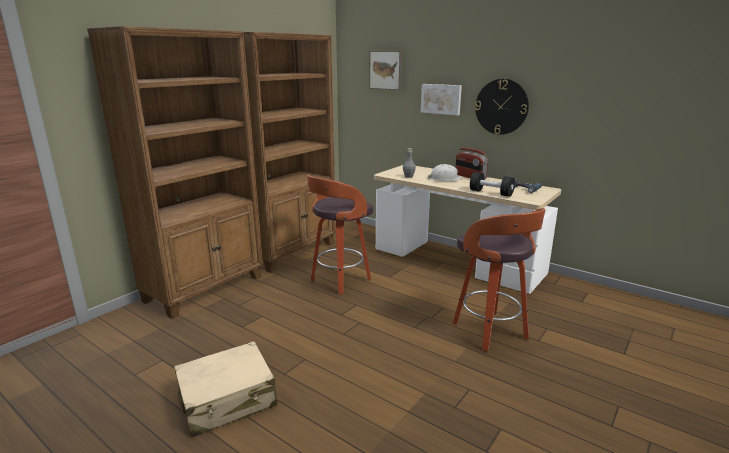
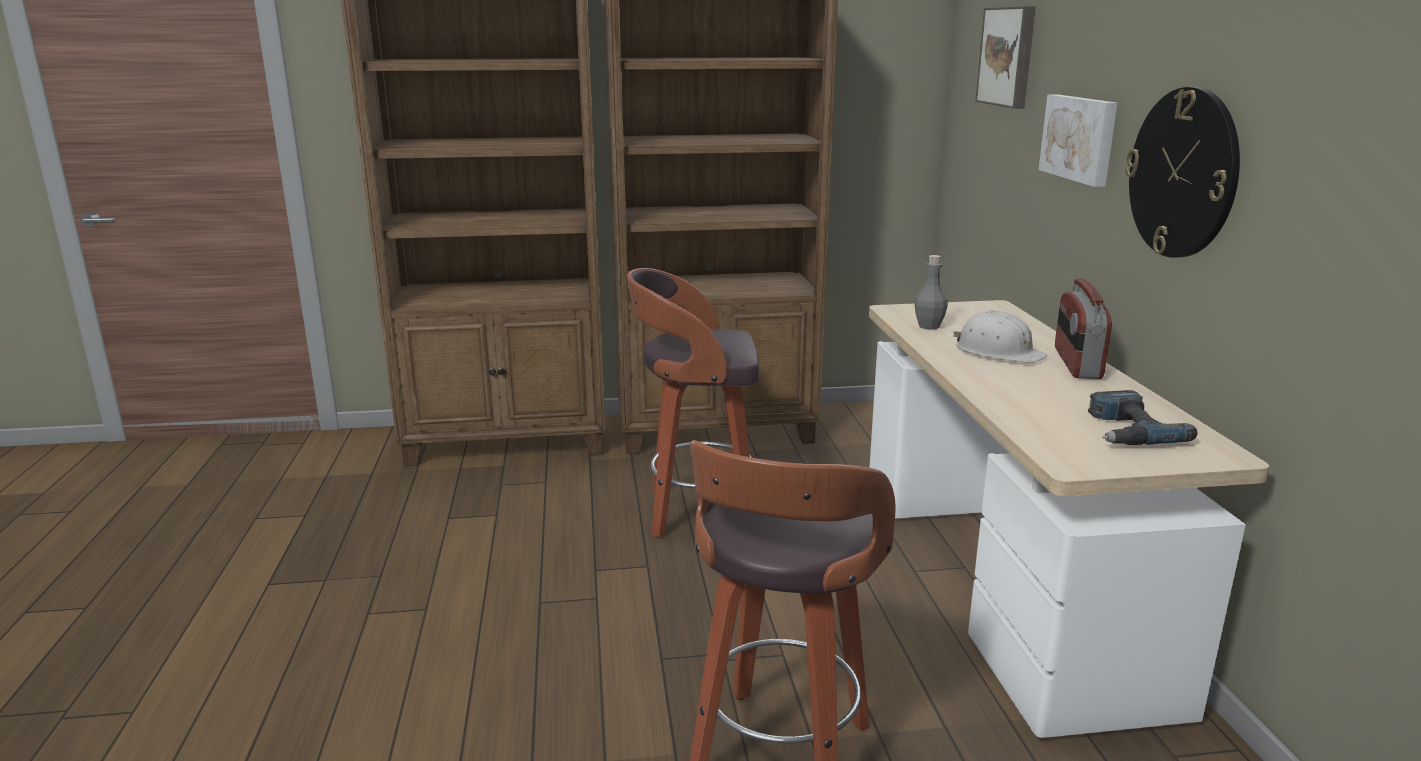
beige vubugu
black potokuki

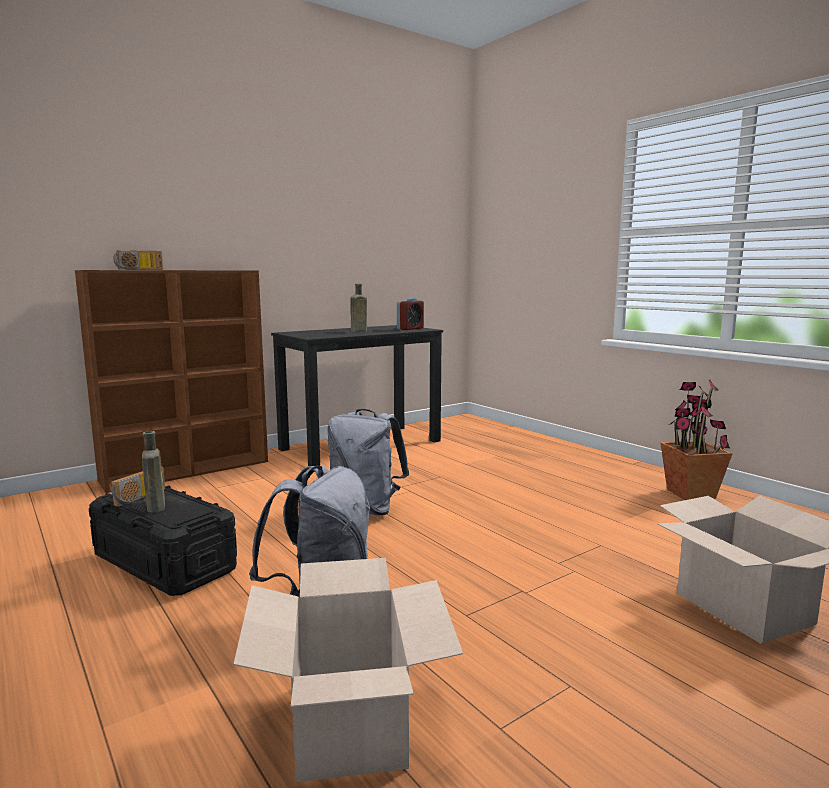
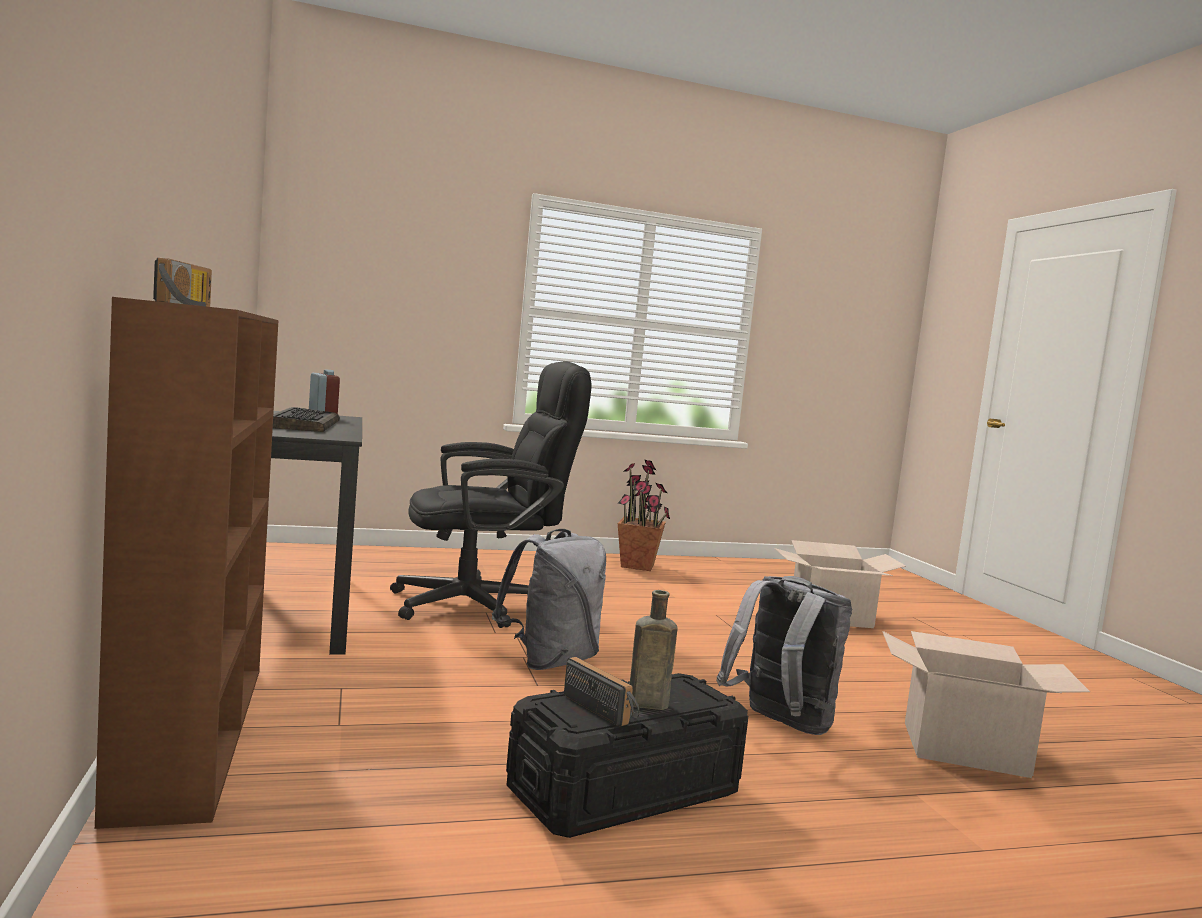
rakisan
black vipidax

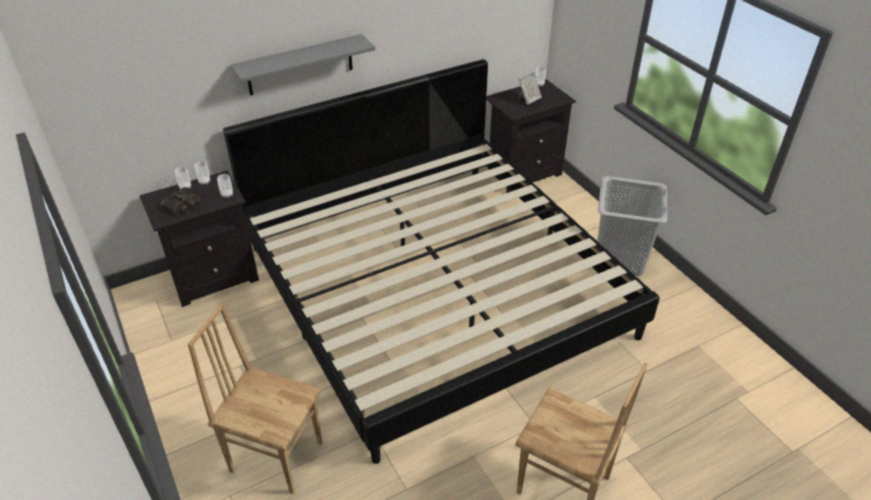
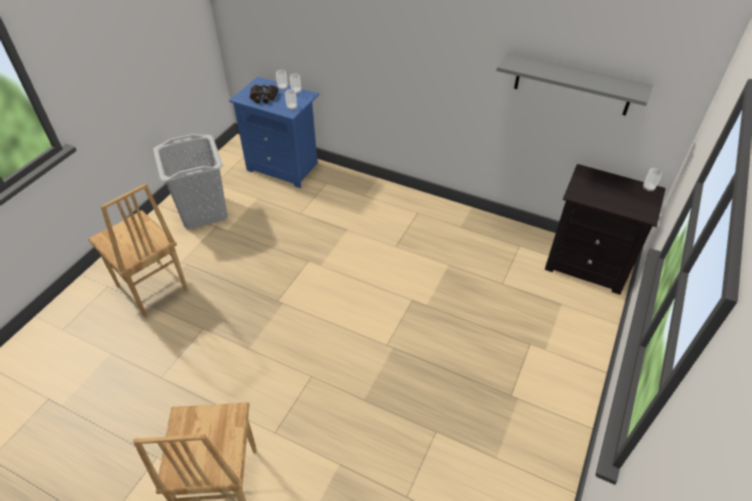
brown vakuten (1st from left)
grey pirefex
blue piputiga
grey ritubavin
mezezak
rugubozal

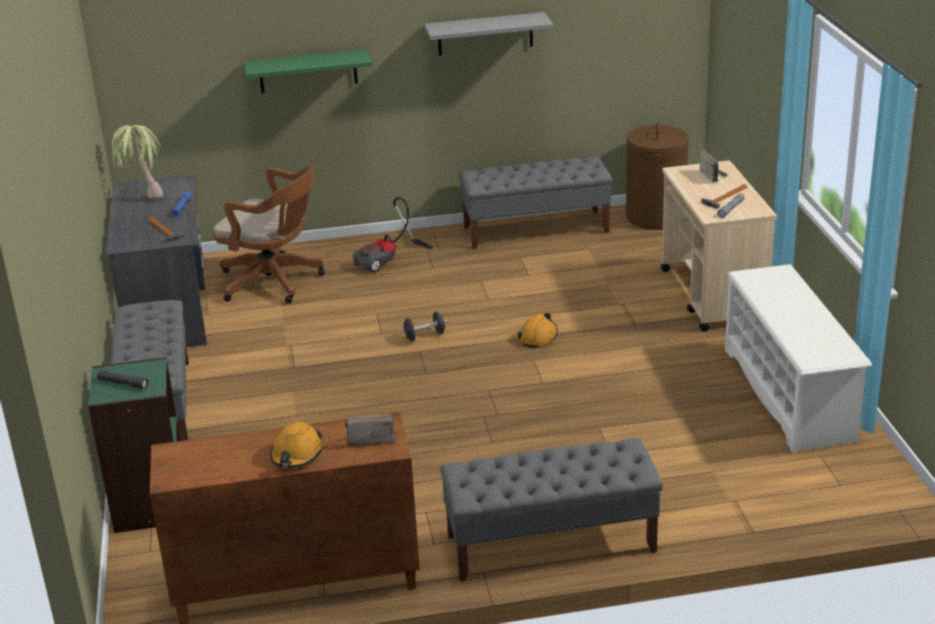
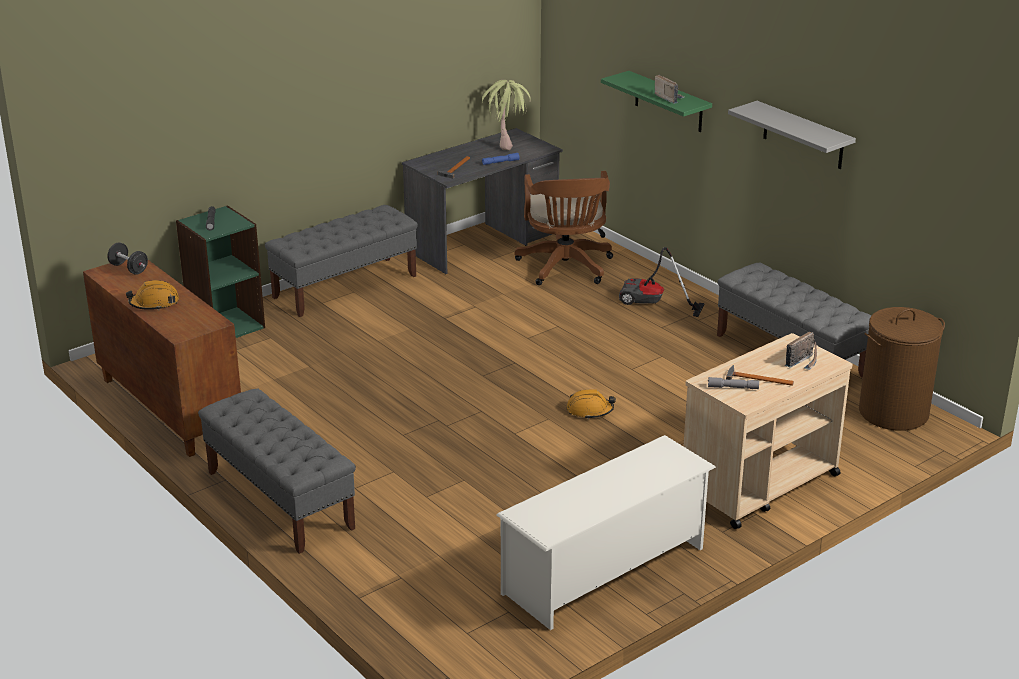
black potokuki
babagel (1st from left)

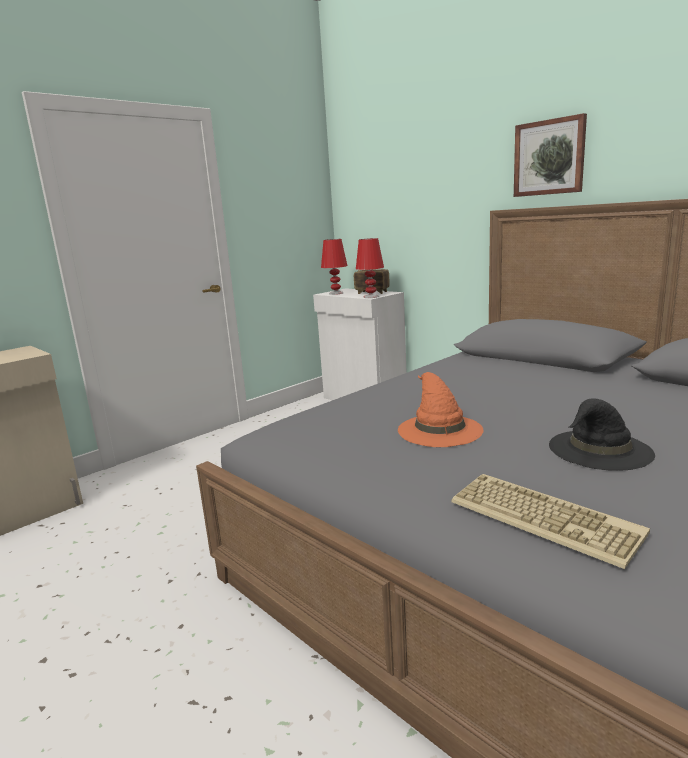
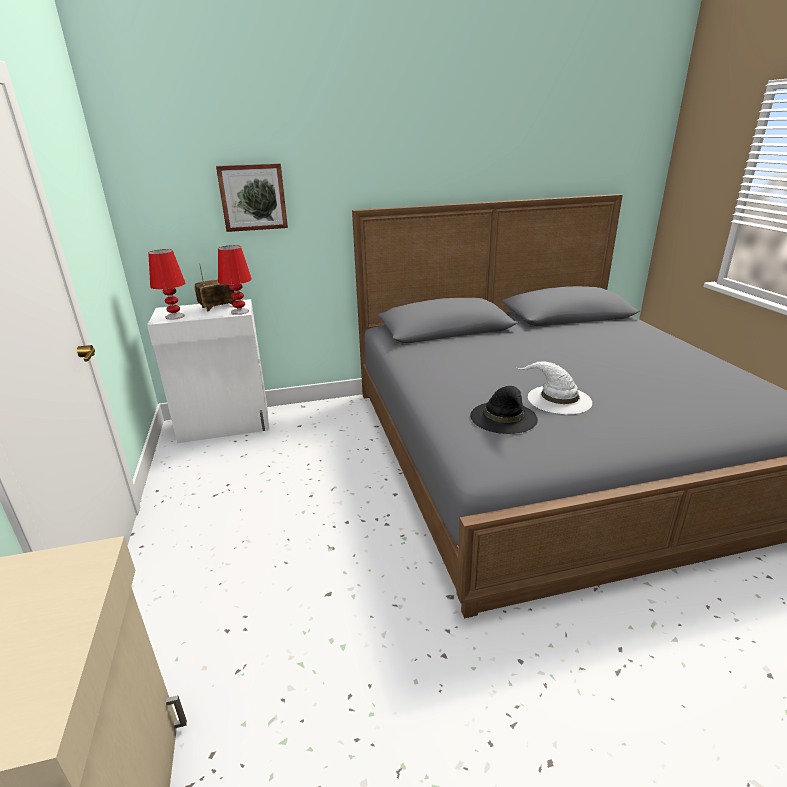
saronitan
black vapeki
white vapeki
rakisan

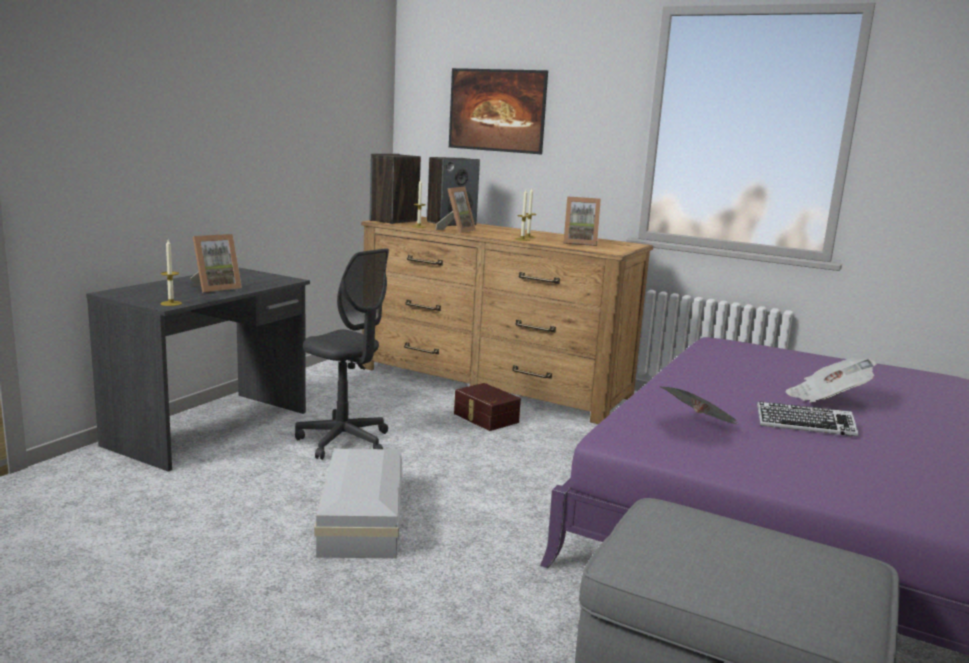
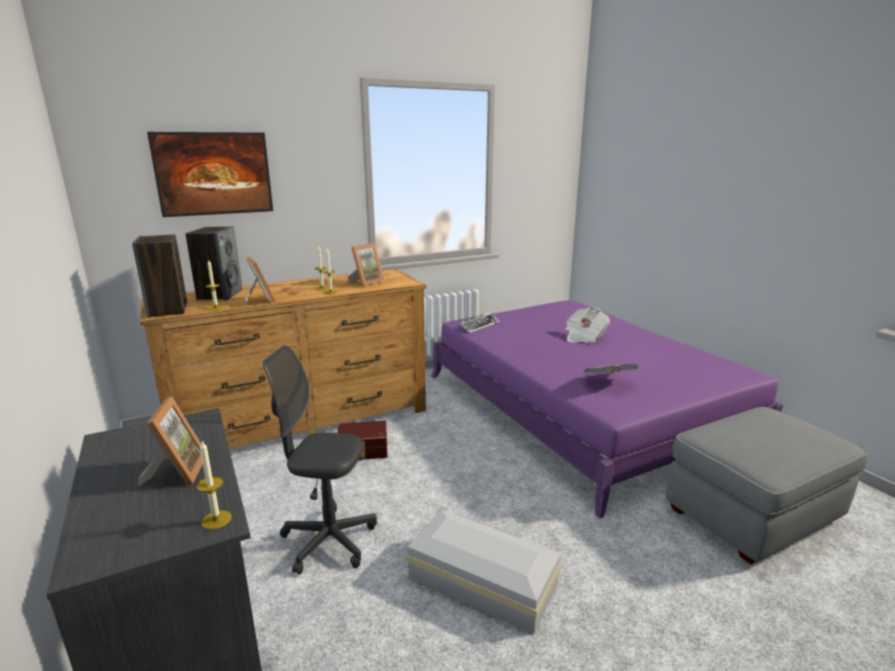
grey vipidax
rakisan

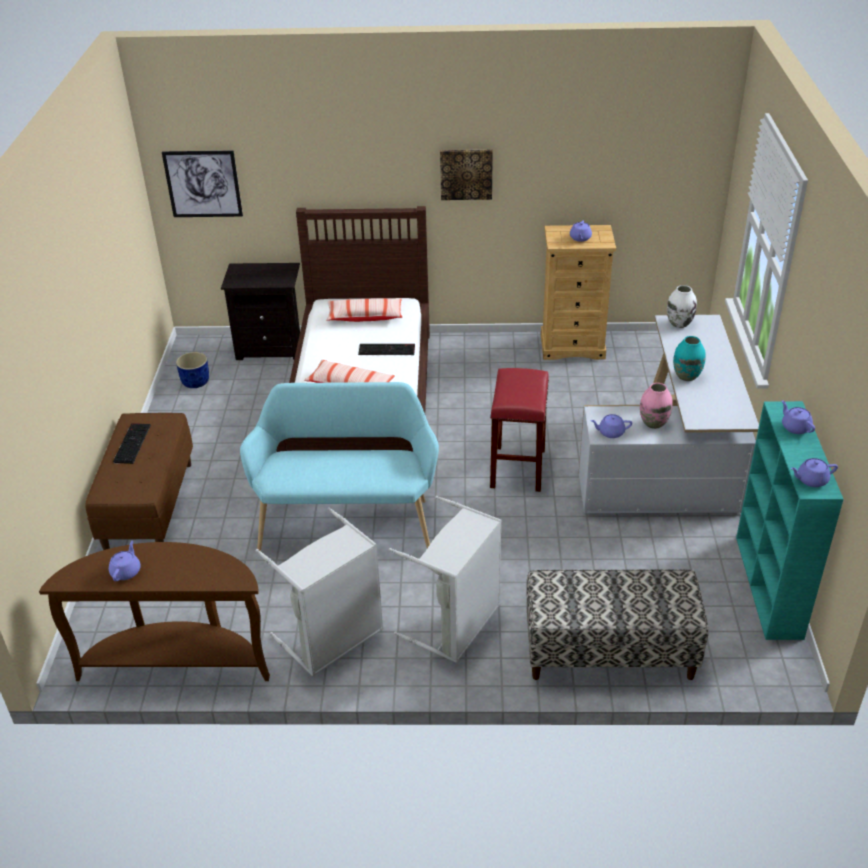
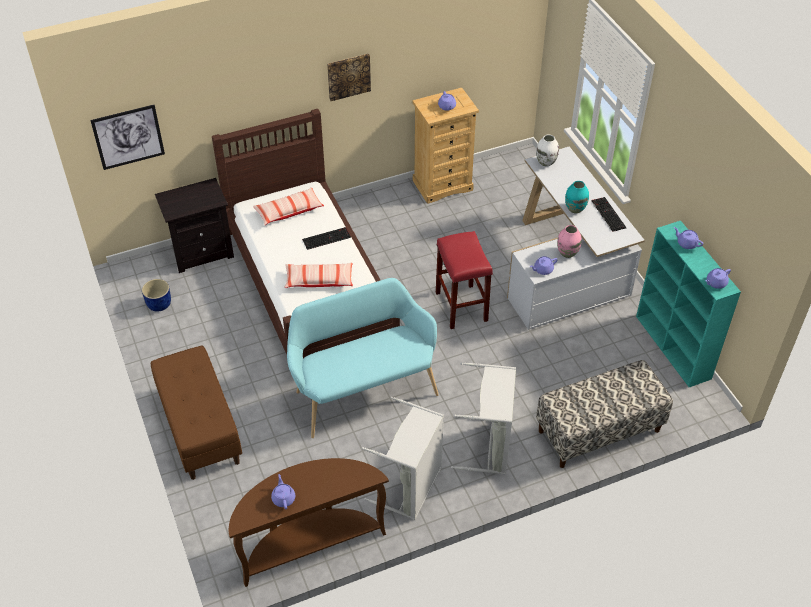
rakisan (2nd from left)

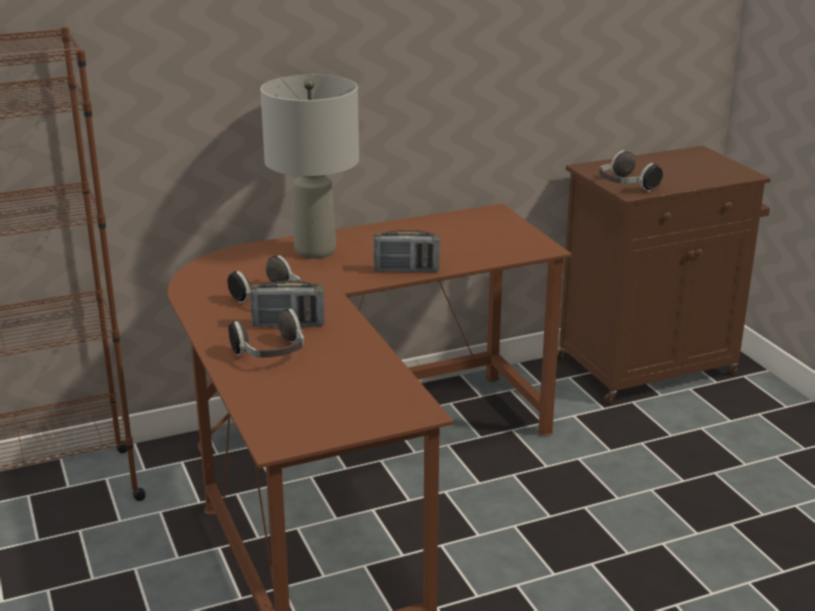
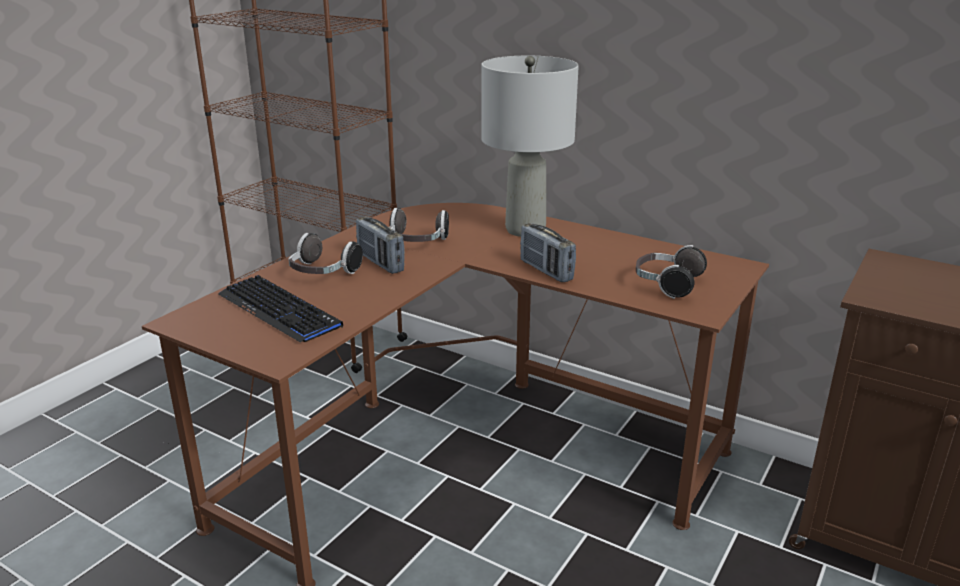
rakisan
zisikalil (3rd from left)

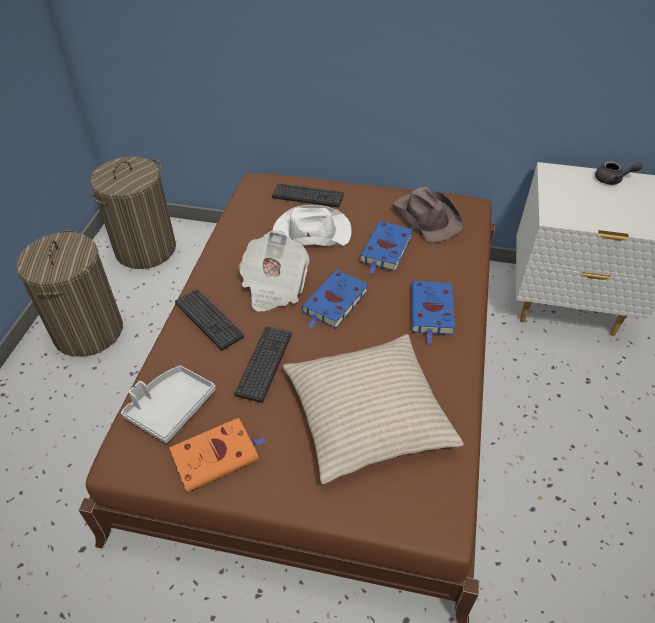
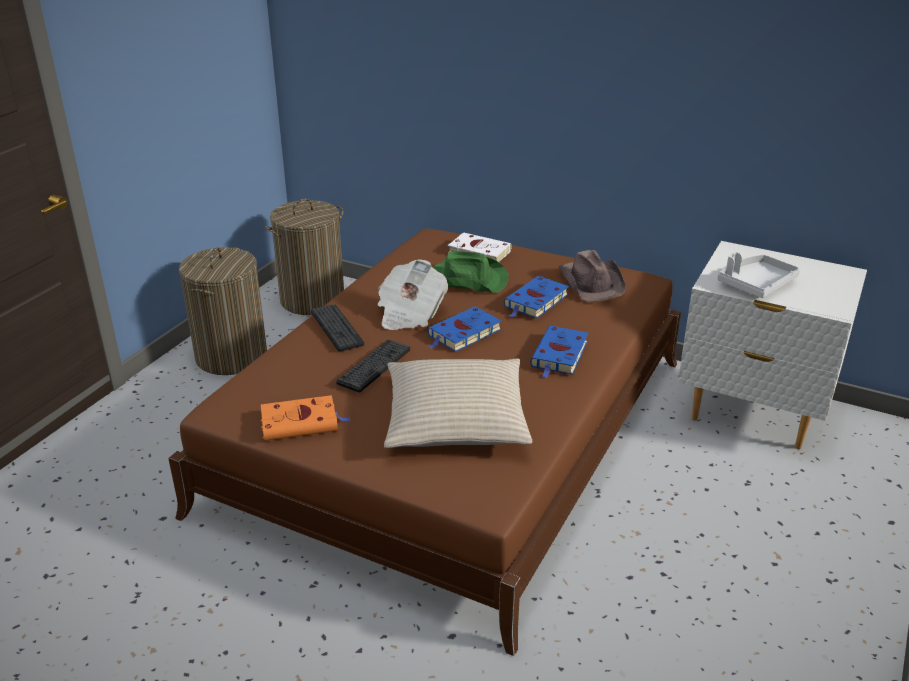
green vapeki
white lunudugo
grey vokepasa
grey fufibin

